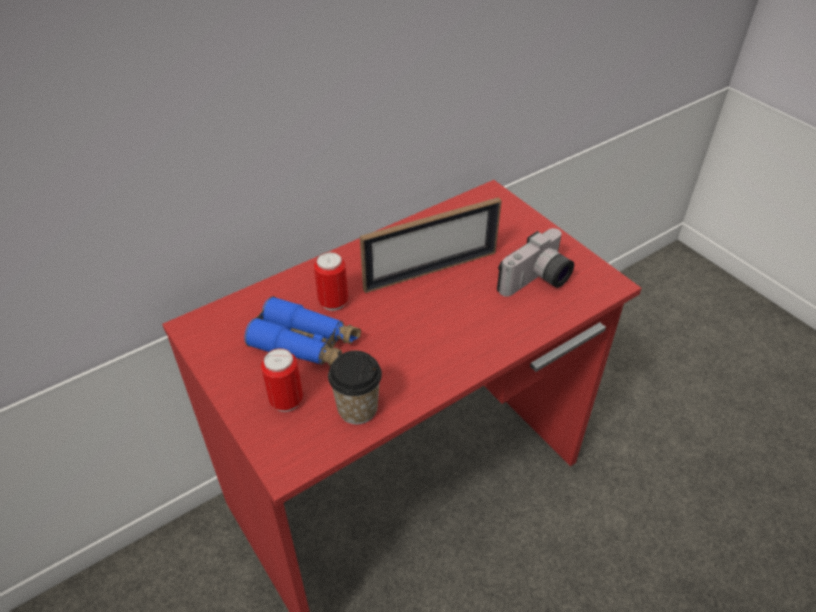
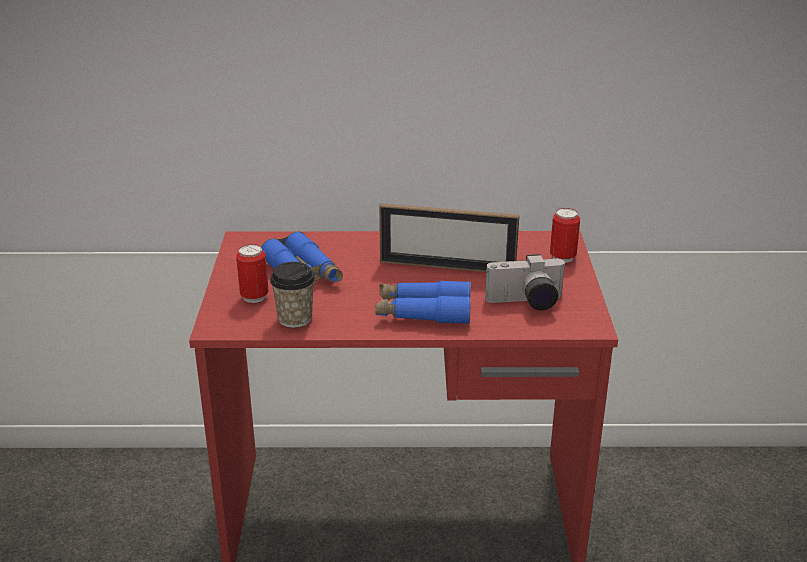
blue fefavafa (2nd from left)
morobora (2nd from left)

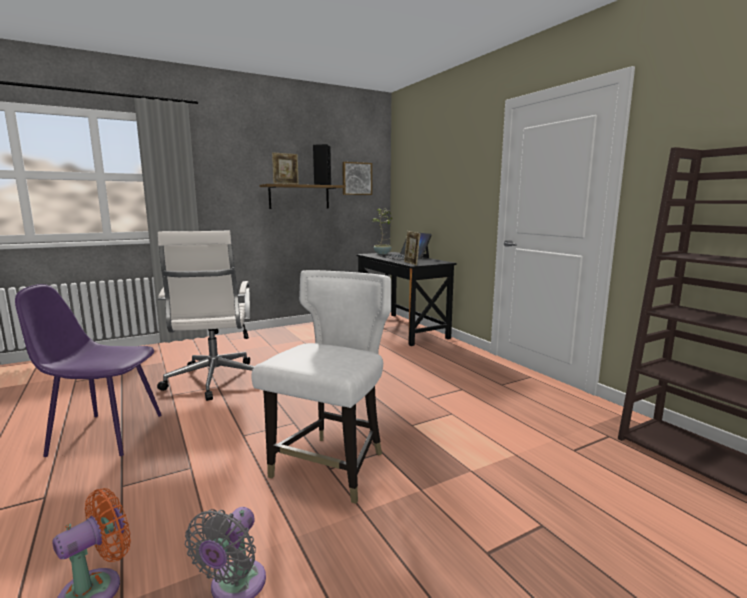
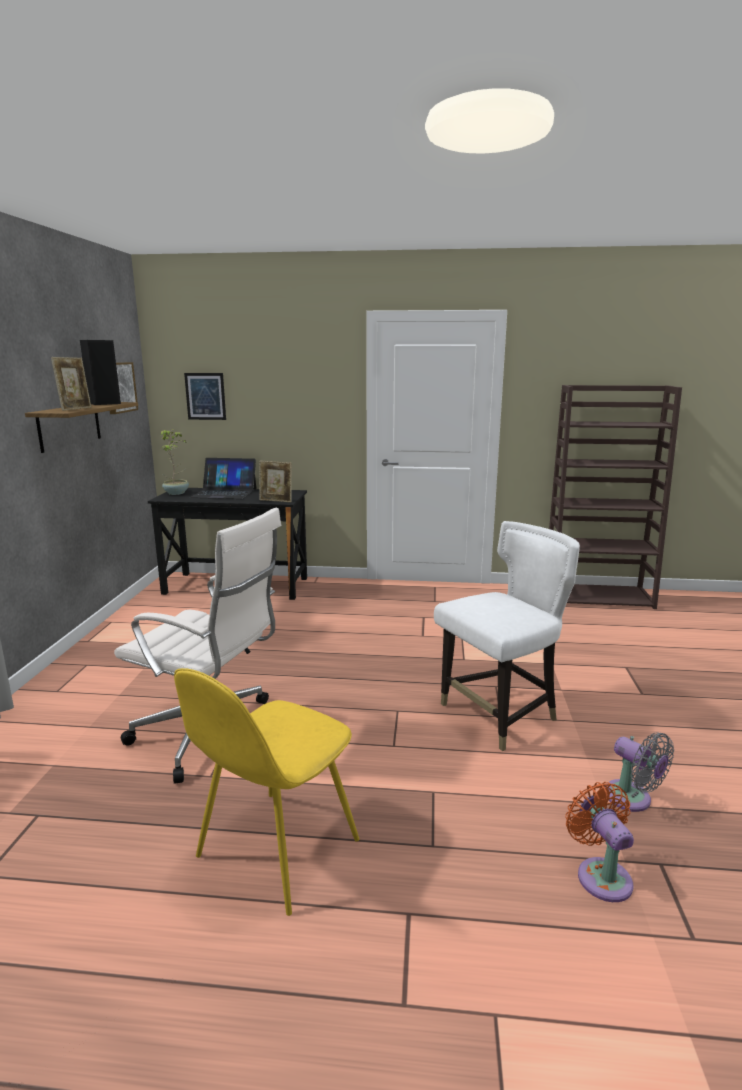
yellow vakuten
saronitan (2nd from left)
white vakuten

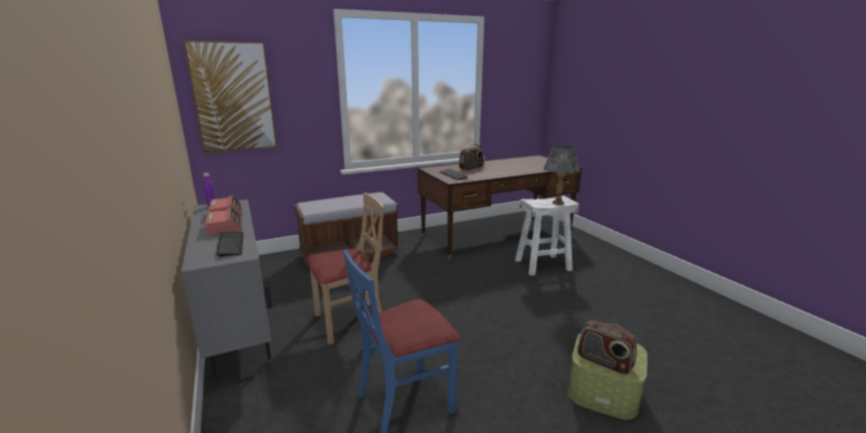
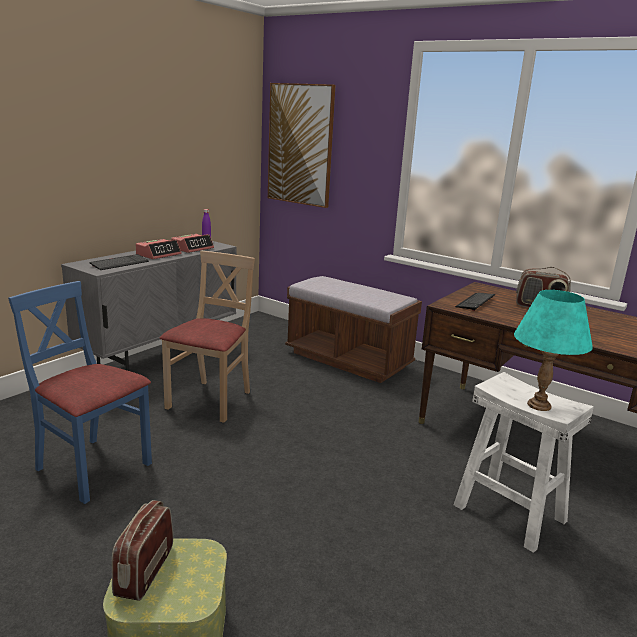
beige vakuten
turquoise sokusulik

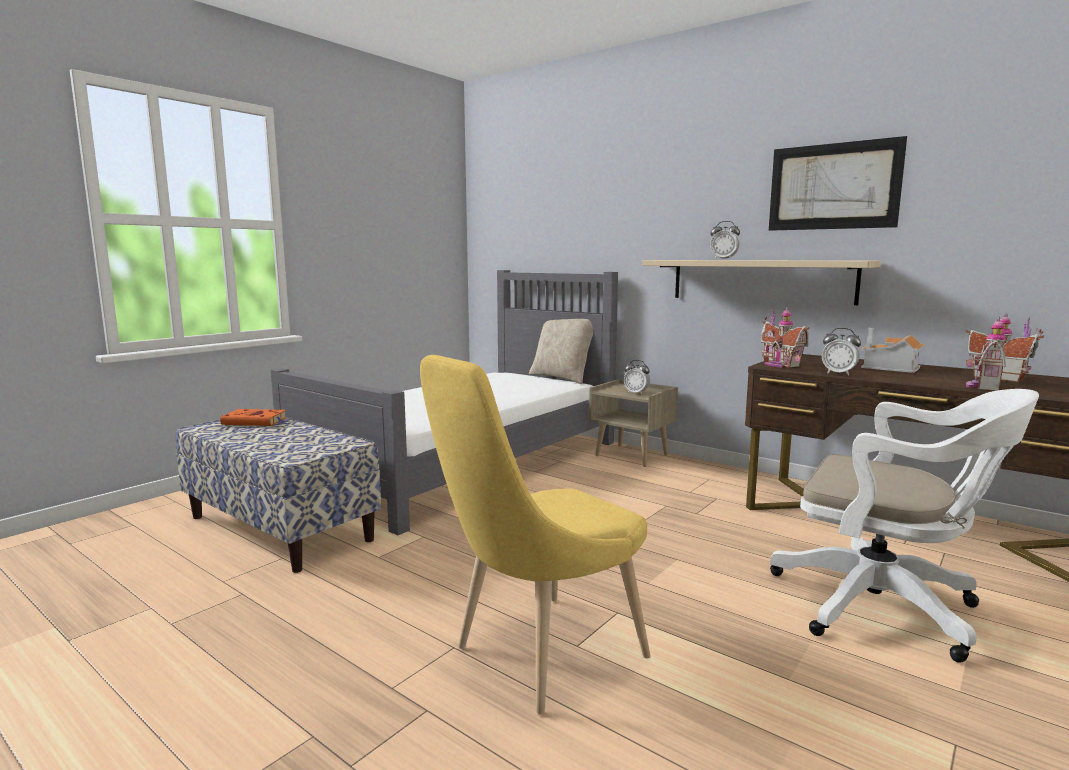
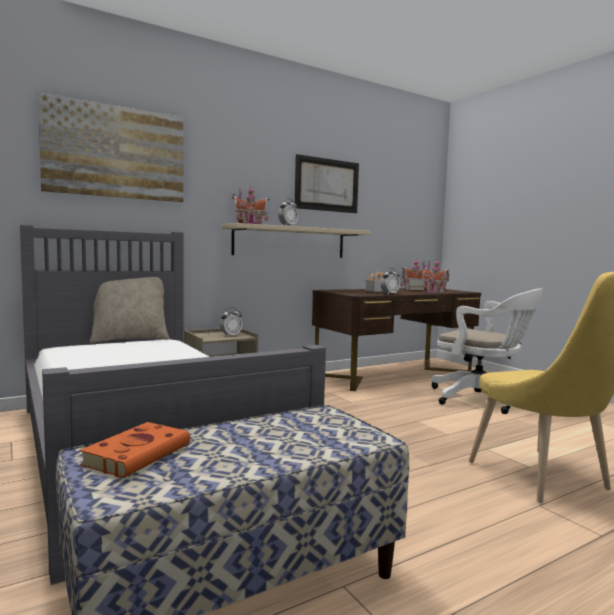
saronitan (1st from left)
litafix (1st from left)
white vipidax

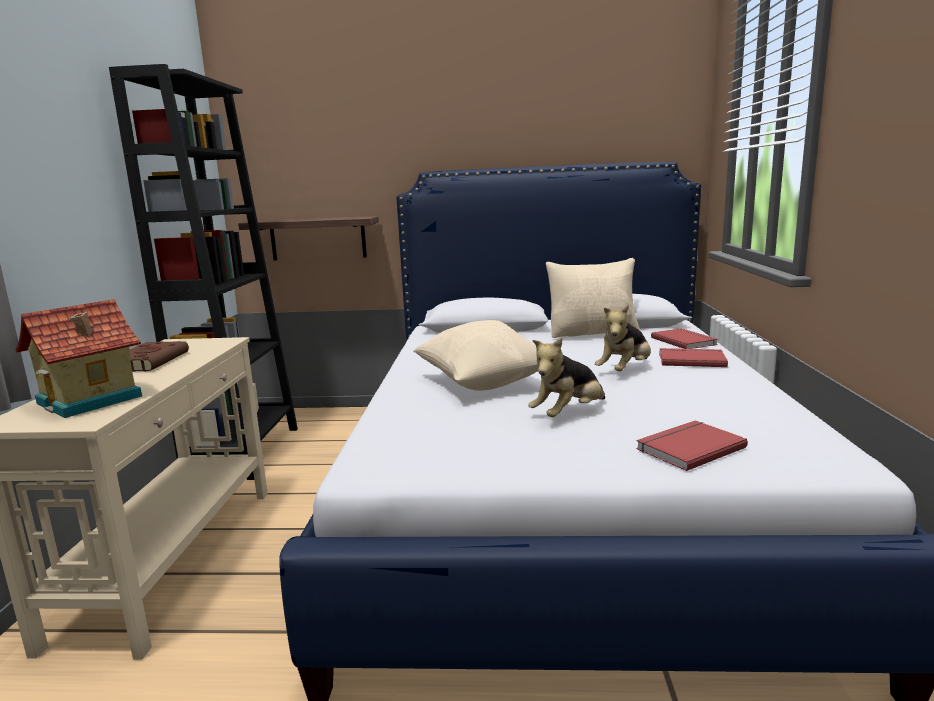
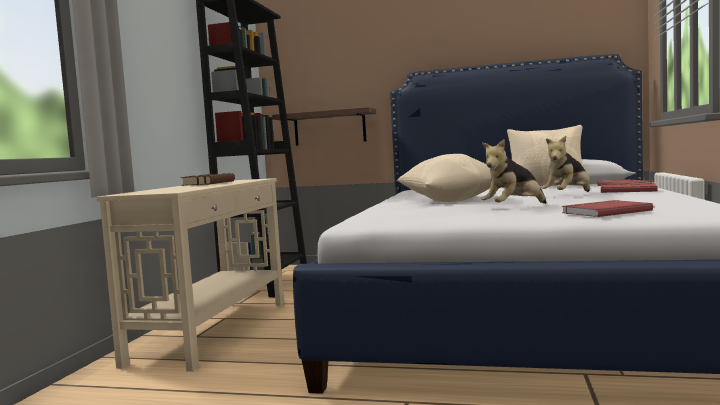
litafix

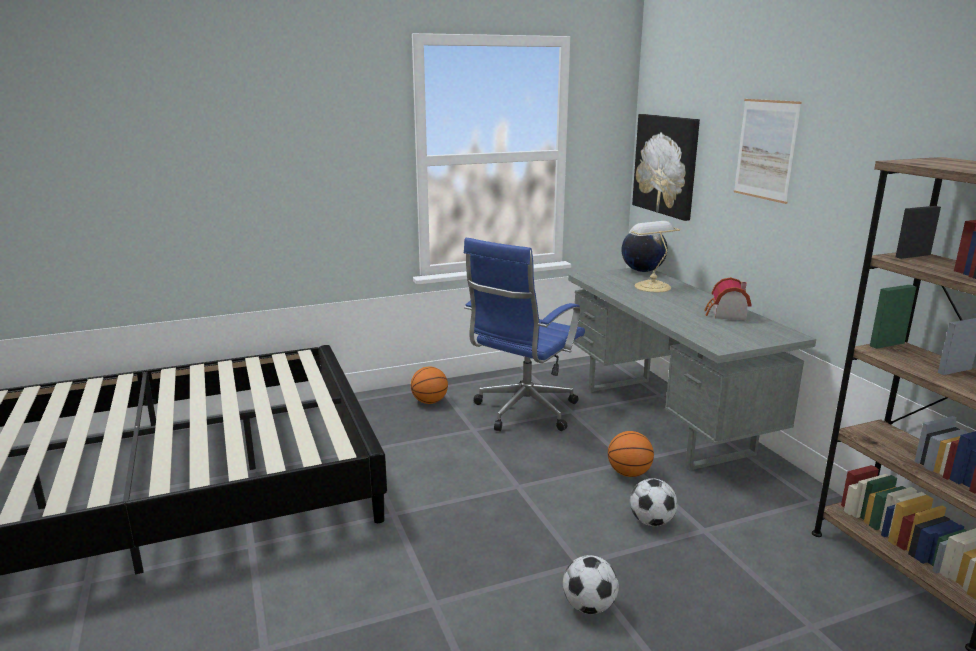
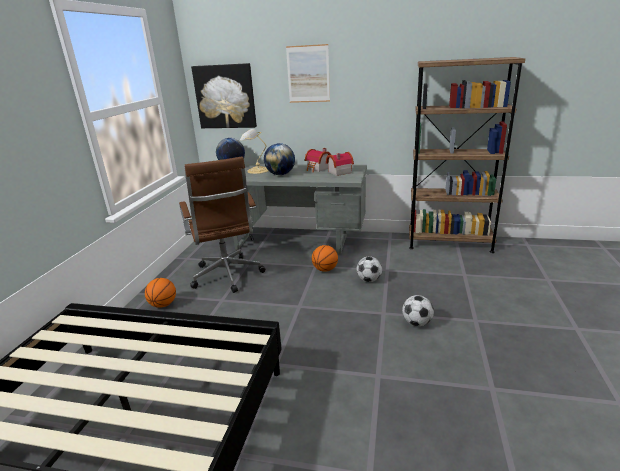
brown vipidax
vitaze (2nd from left)
litafix (2nd from left)

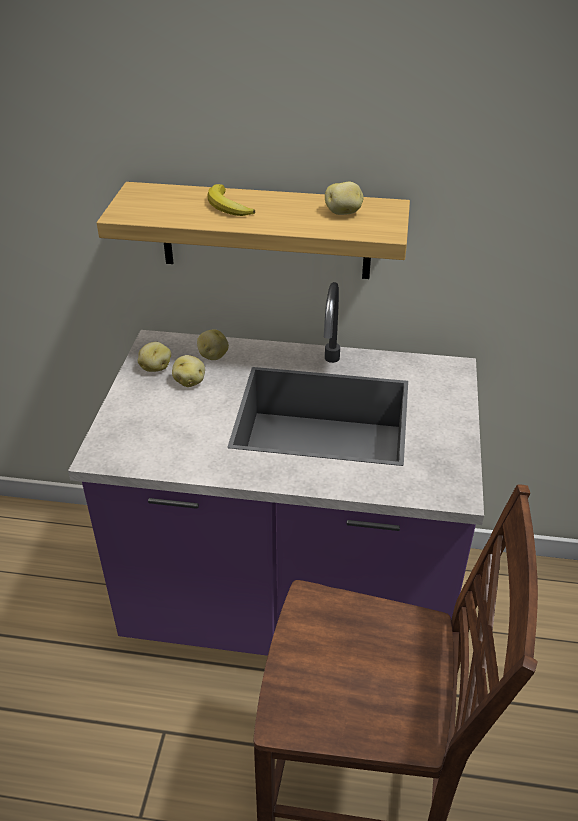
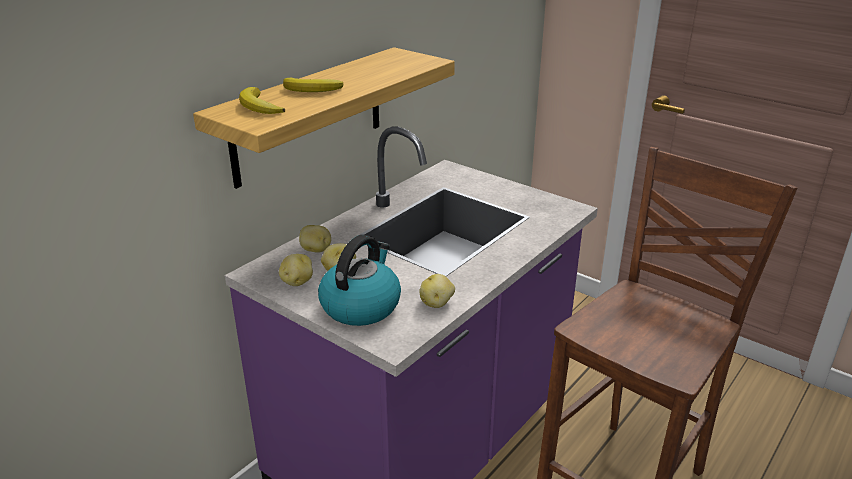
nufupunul (1st from left)
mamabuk
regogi (4th from left)

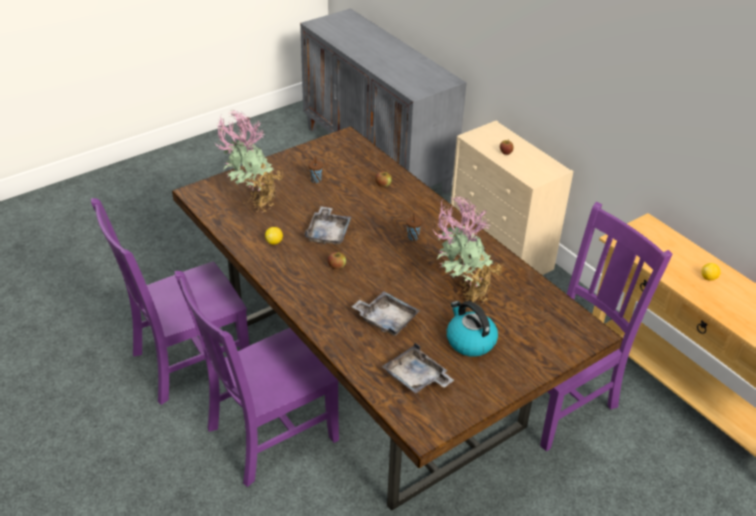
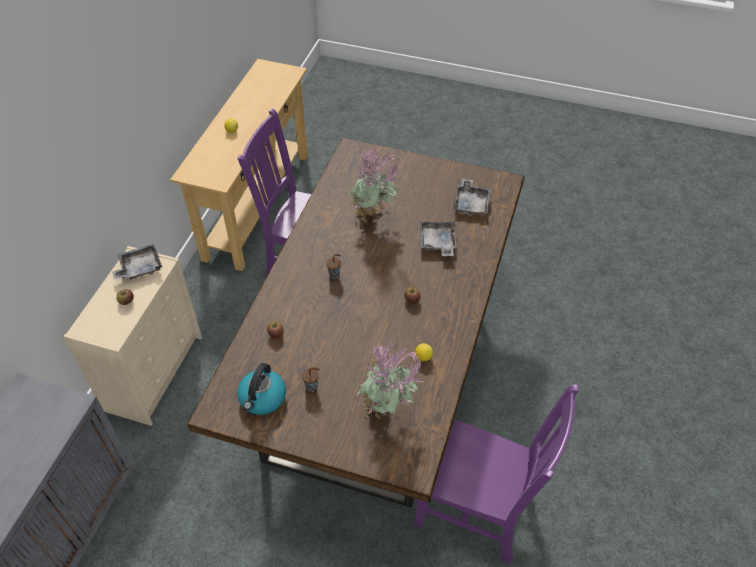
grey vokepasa (1st from left)
mamabuk
purple vakuten (2nd from left in the first image)

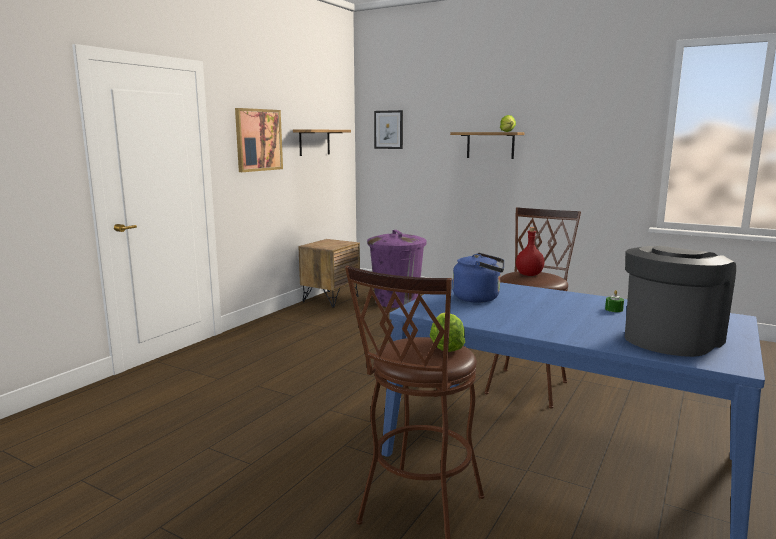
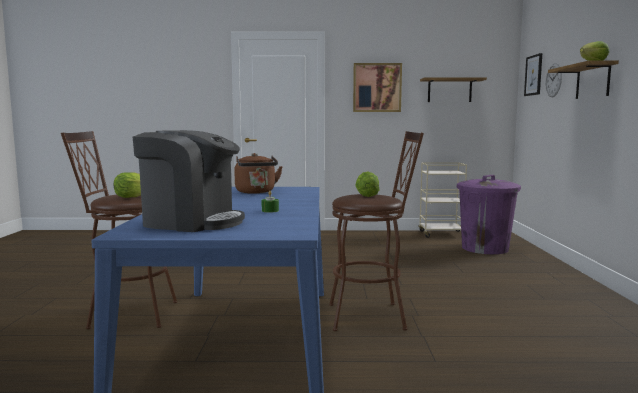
brown mamabuk
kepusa (2nd from left)
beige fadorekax
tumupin

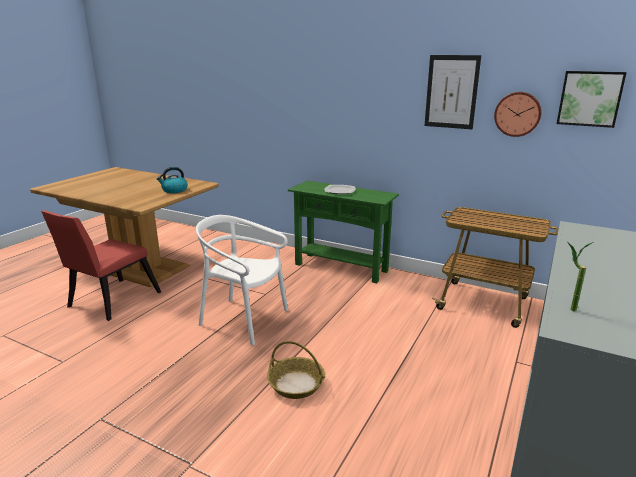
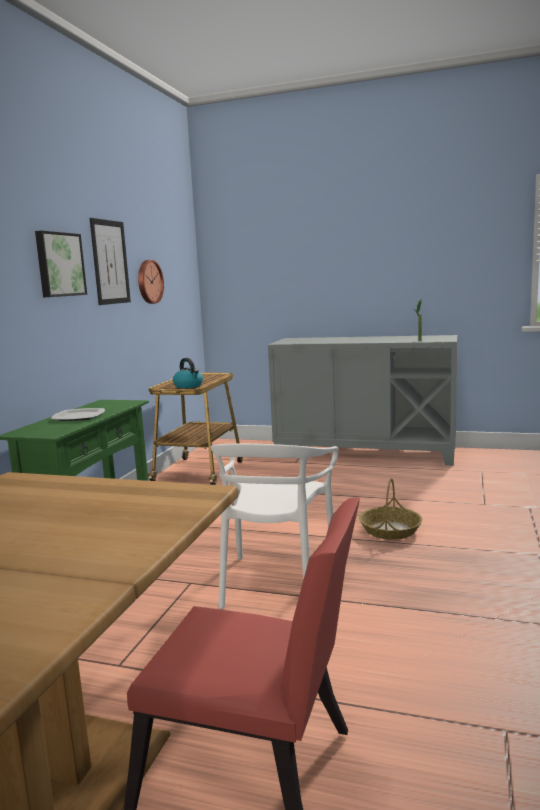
saronitan (1st from left)
mamabuk

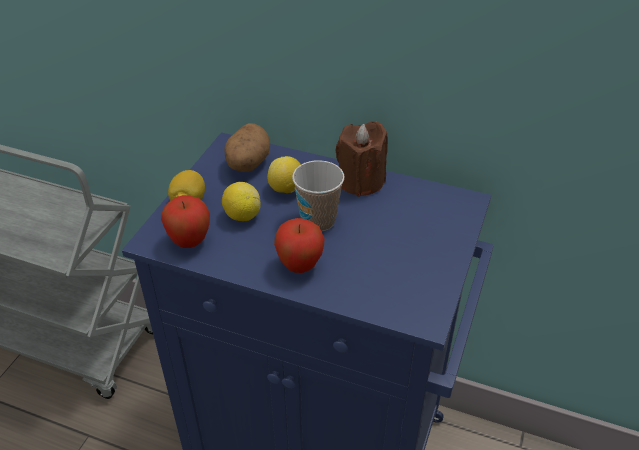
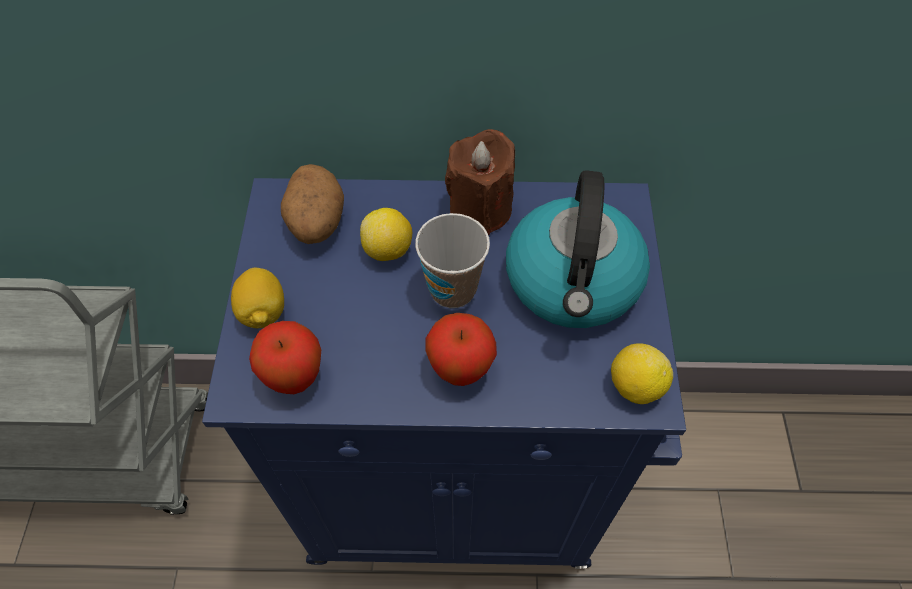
mamabuk
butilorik (3rd from left)

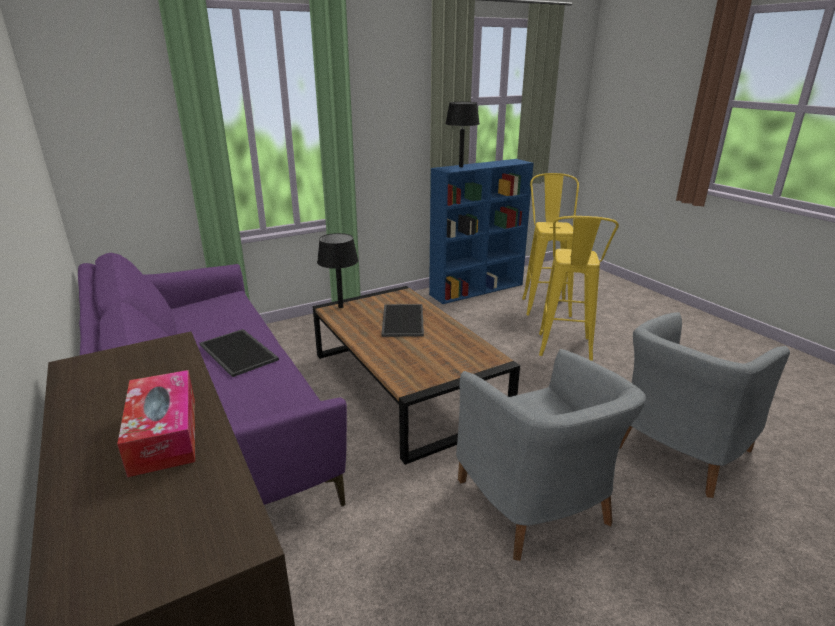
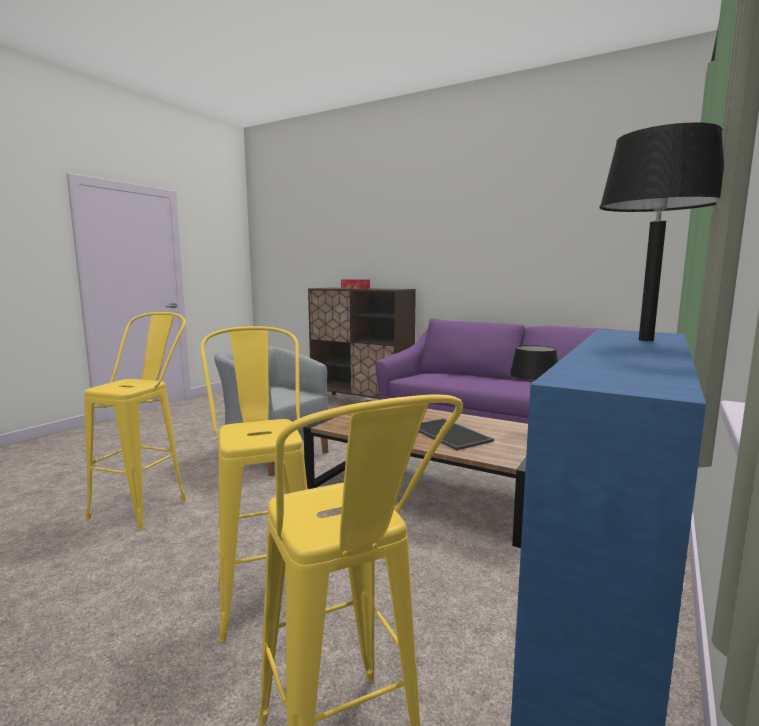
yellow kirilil (1st from left)
vokepasa (1st from left in the first image)

